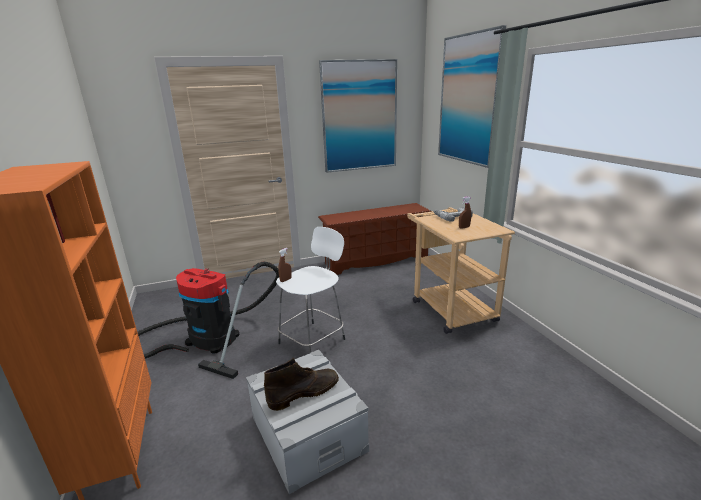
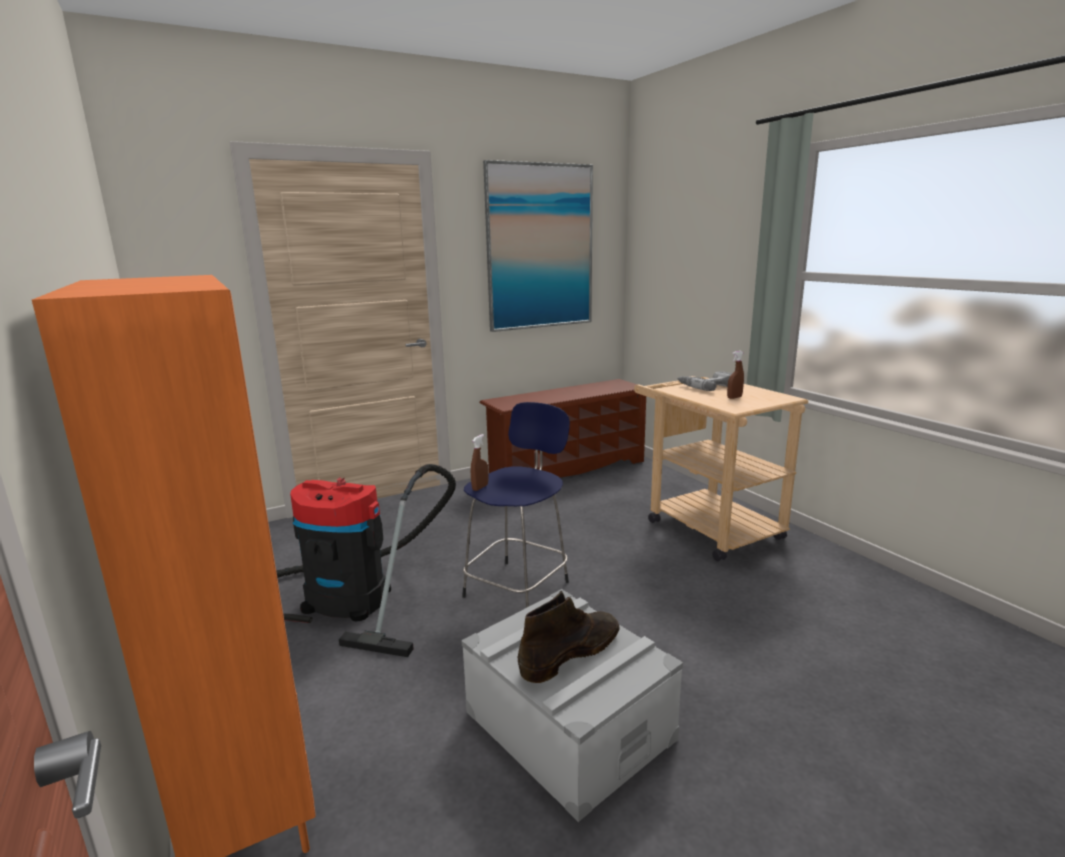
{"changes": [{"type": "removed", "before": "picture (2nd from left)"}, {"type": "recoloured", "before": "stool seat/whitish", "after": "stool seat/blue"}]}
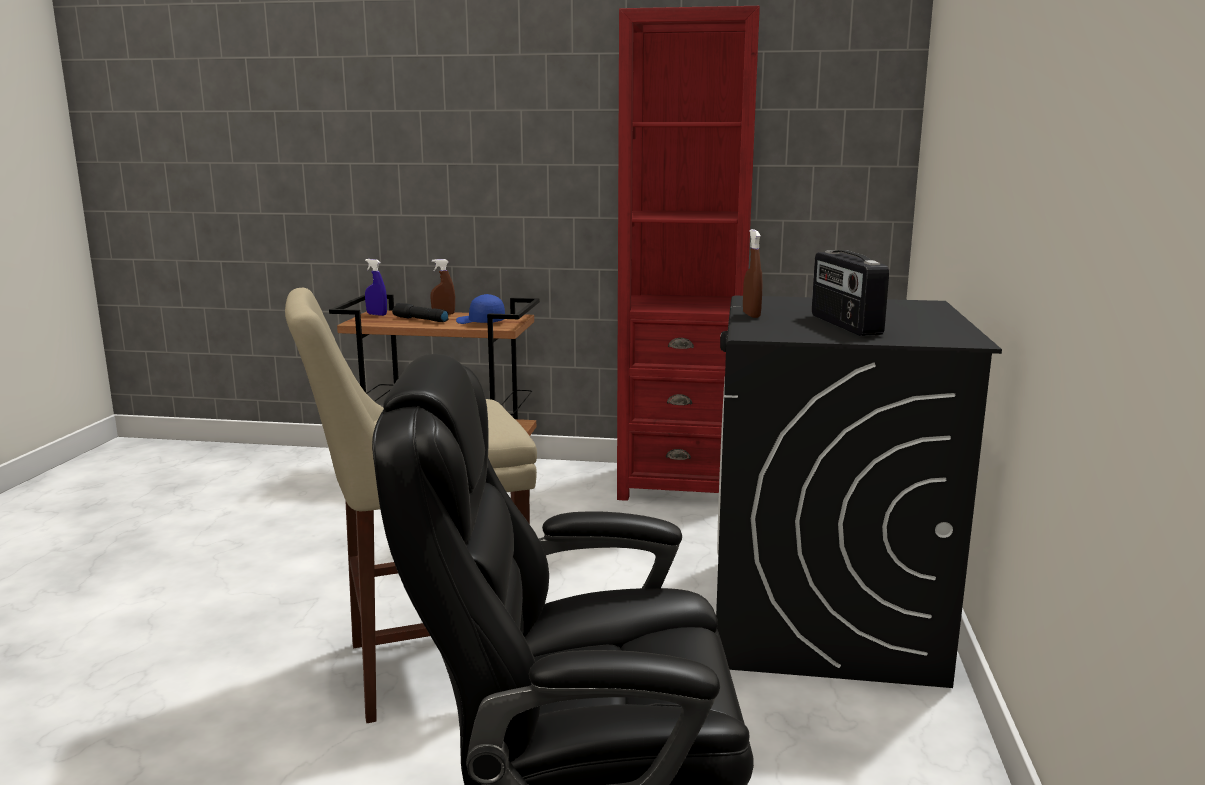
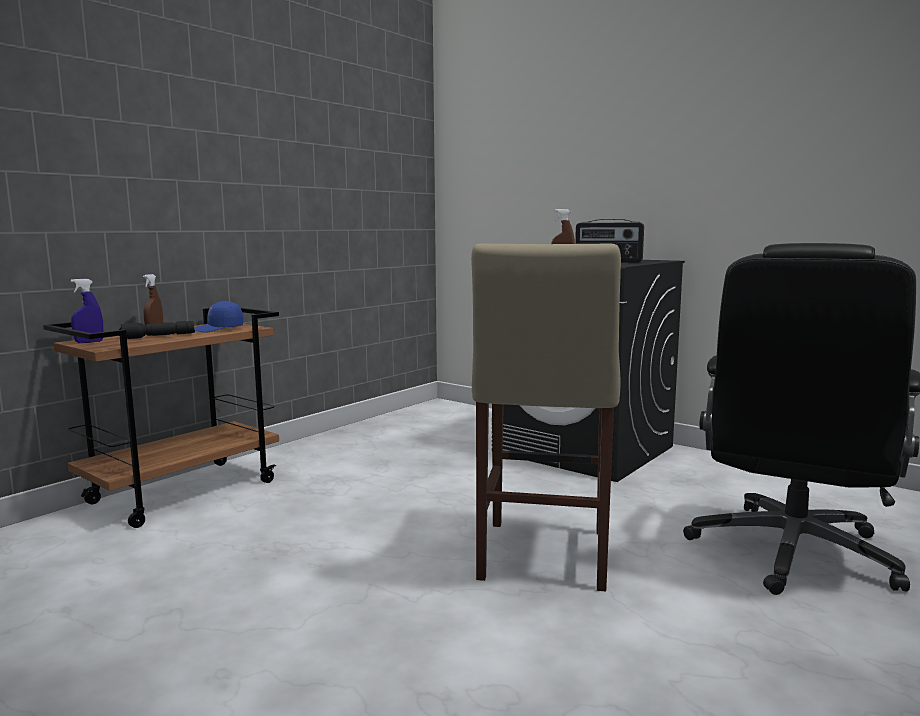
{"changes": [{"type": "removed", "before": "bookcase/red-coloured"}]}
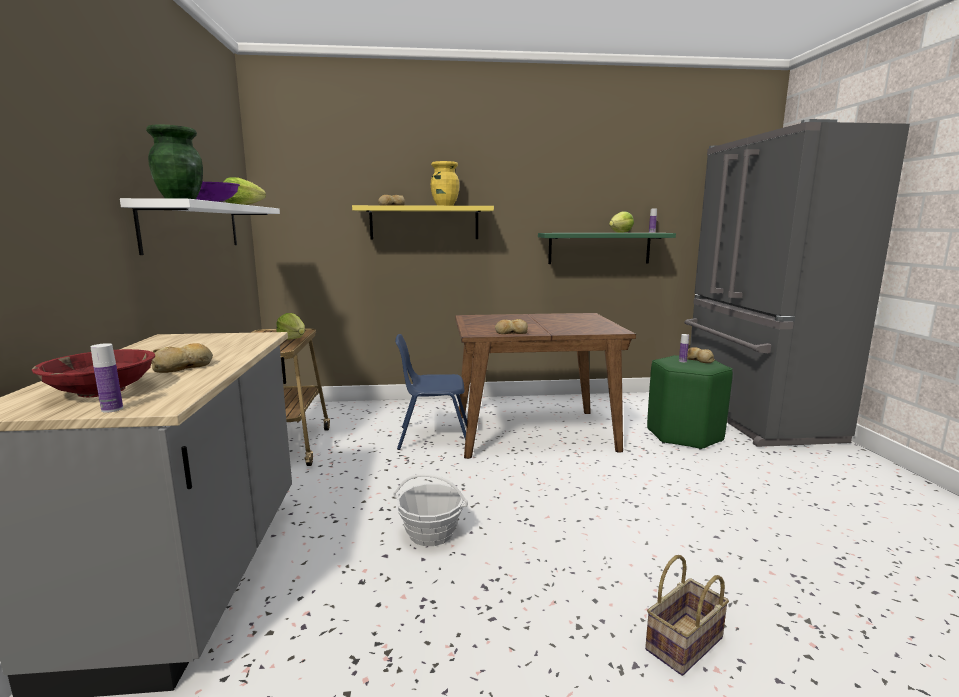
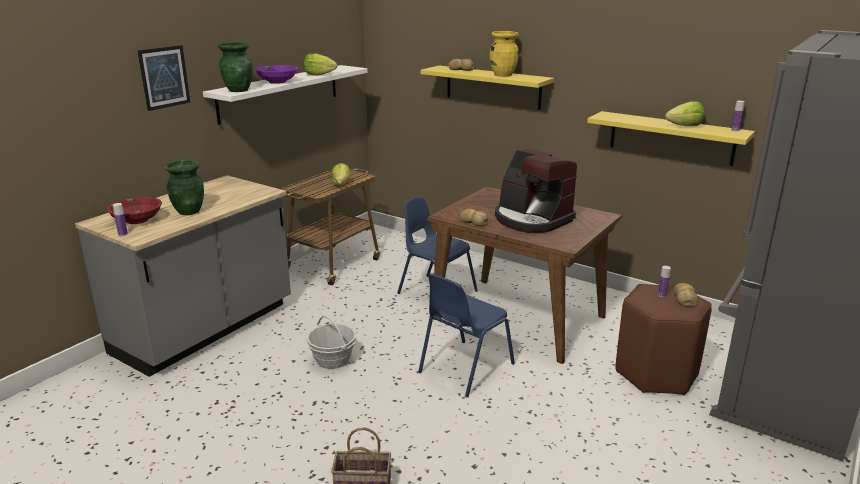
{"changes": [{"type": "recoloured", "before": "shelf/green", "after": "shelf/yellow (2nd from left)"}, {"type": "replaced", "before": "baked bread (1st from left)", "after": "decorative vase/green (1st from left)"}, {"type": "recoloured", "before": "stool seat/green", "after": "stool seat/brown"}, {"type": "added", "after": "picture"}, {"type": "added", "after": "coffee brewer"}, {"type": "added", "after": "upright chair/blue (2nd from left)"}]}
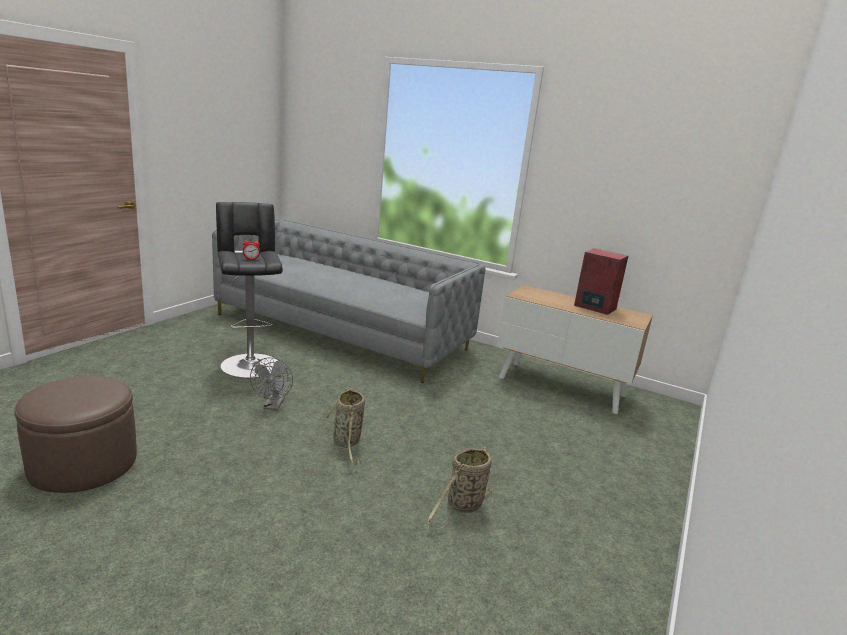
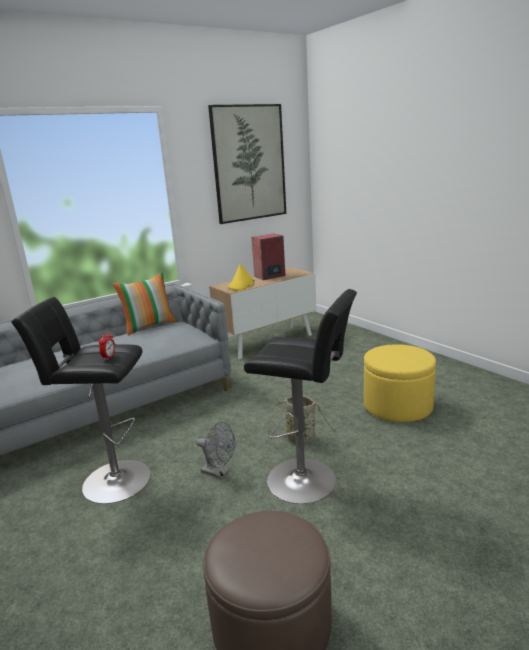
{"changes": [{"type": "replaced", "before": "storage basket (2nd from left)", "after": "ottoman/yellow"}, {"type": "added", "after": "picture"}, {"type": "added", "after": "hat/yellow"}, {"type": "added", "after": "cushion"}, {"type": "added", "after": "stool seat/black-coloured (2nd from left)"}]}
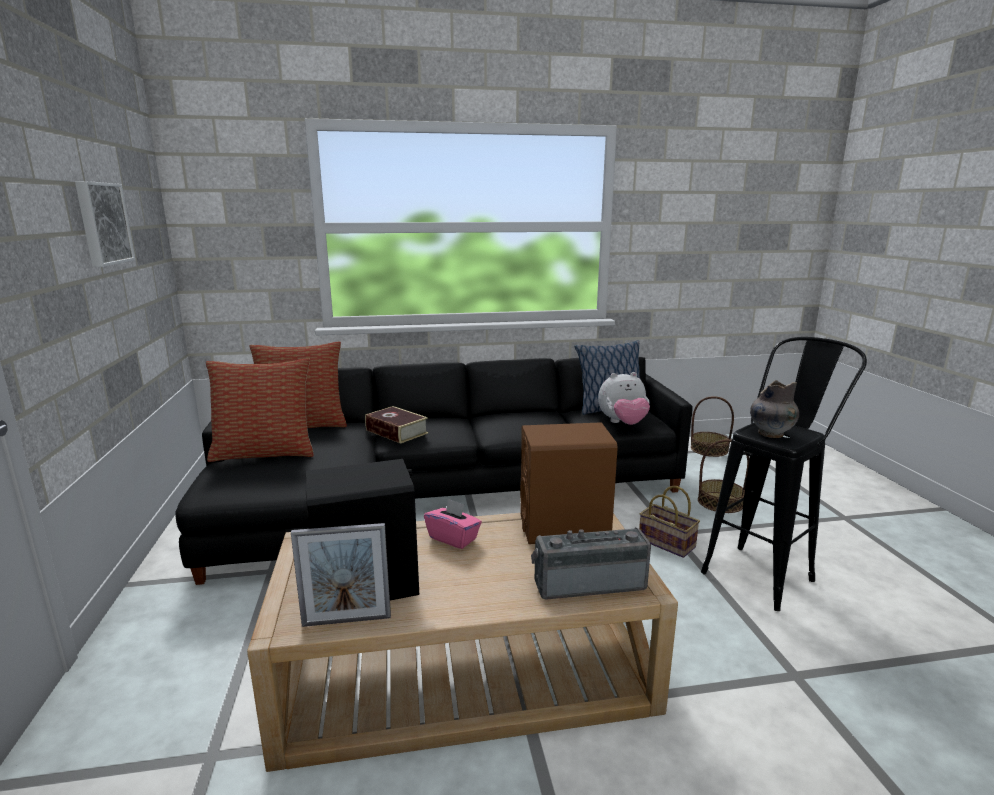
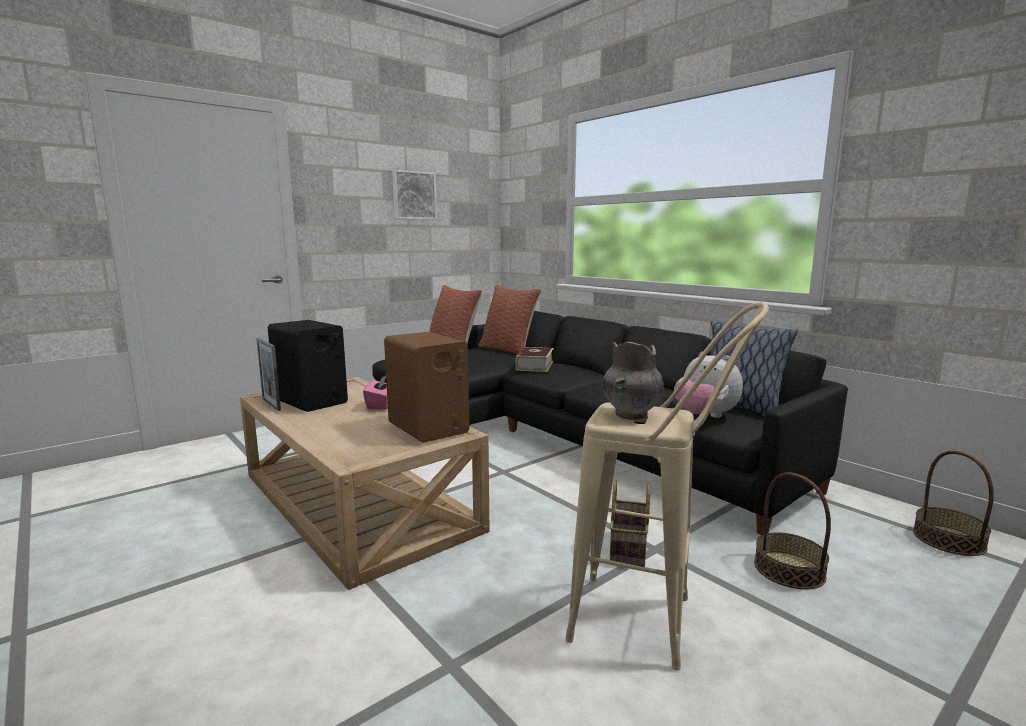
{"changes": [{"type": "recoloured", "before": "stool seat/black-coloured", "after": "stool seat/sand-coloured"}, {"type": "removed", "before": "radio set"}]}
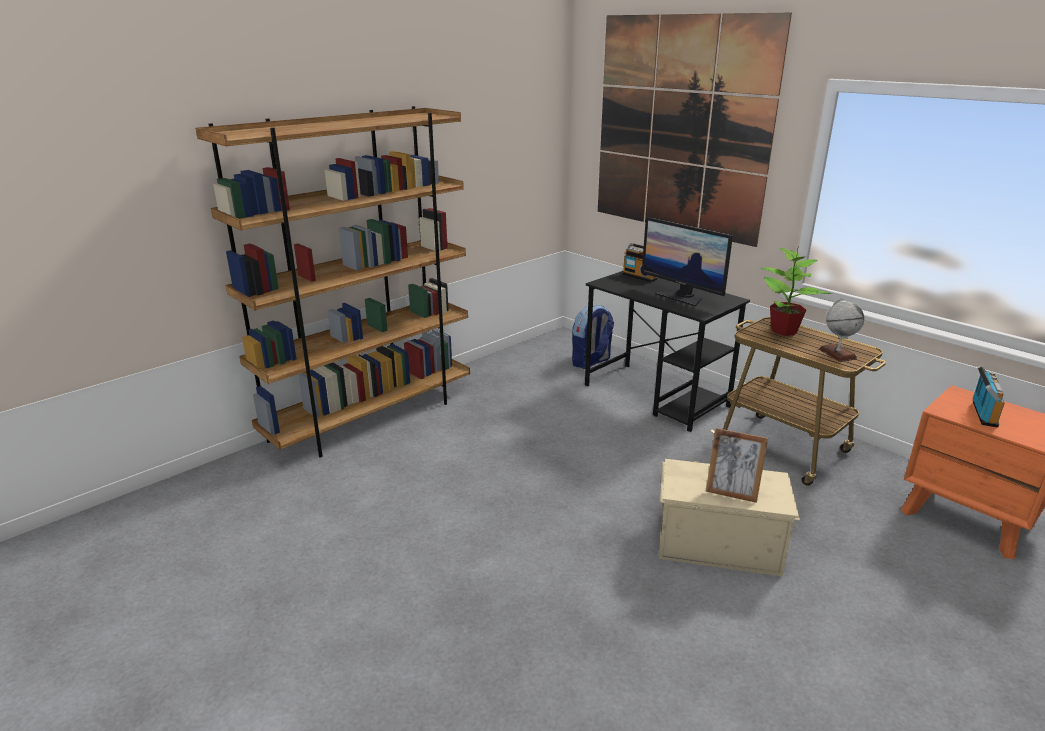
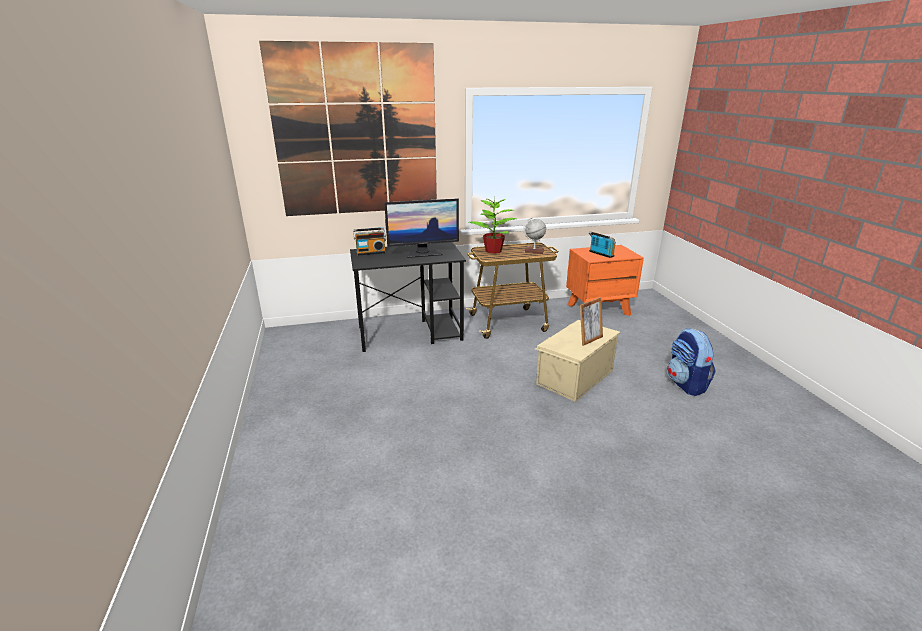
{"changes": [{"type": "removed", "before": "bookcase/brown"}, {"type": "moved", "before": "rucksack"}]}
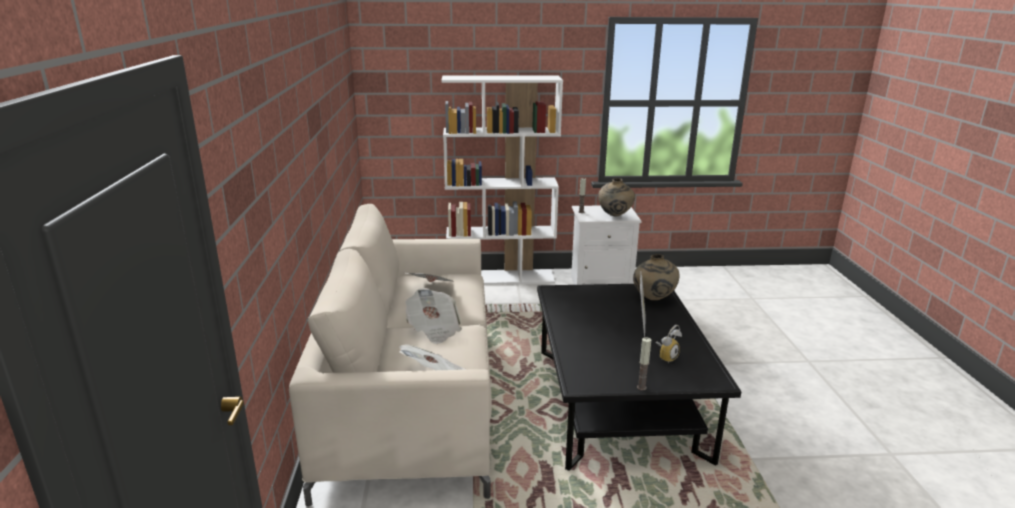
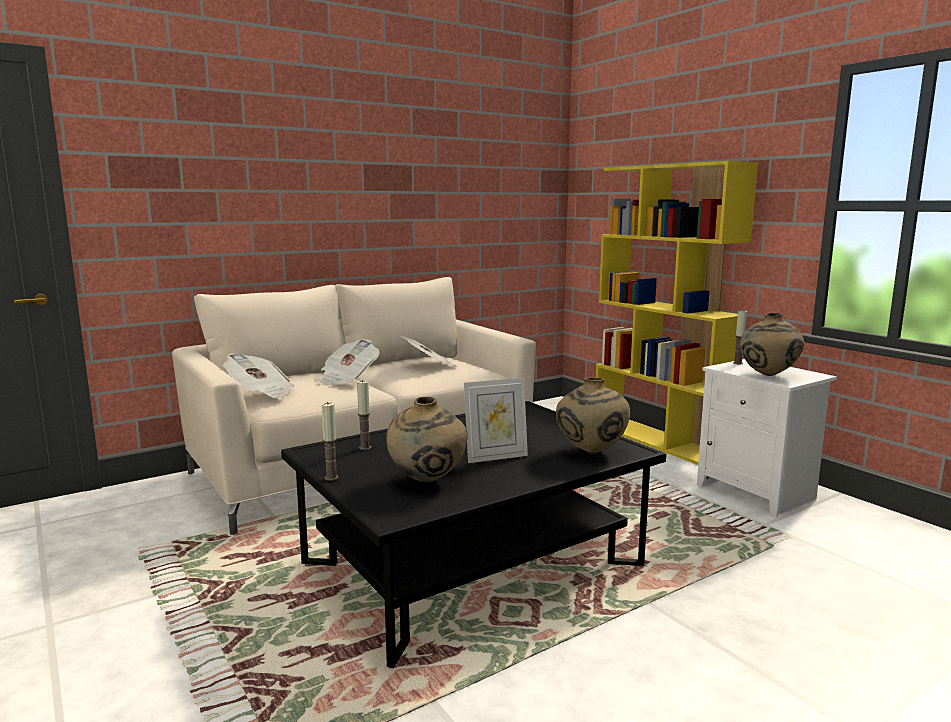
{"changes": [{"type": "recoloured", "before": "bookcase/whitish", "after": "bookcase/yellow"}, {"type": "replaced", "before": "bedside clock", "after": "decorative vase/sand-coloured (1st from left)"}, {"type": "added", "after": "wax candle (2nd from left)"}]}
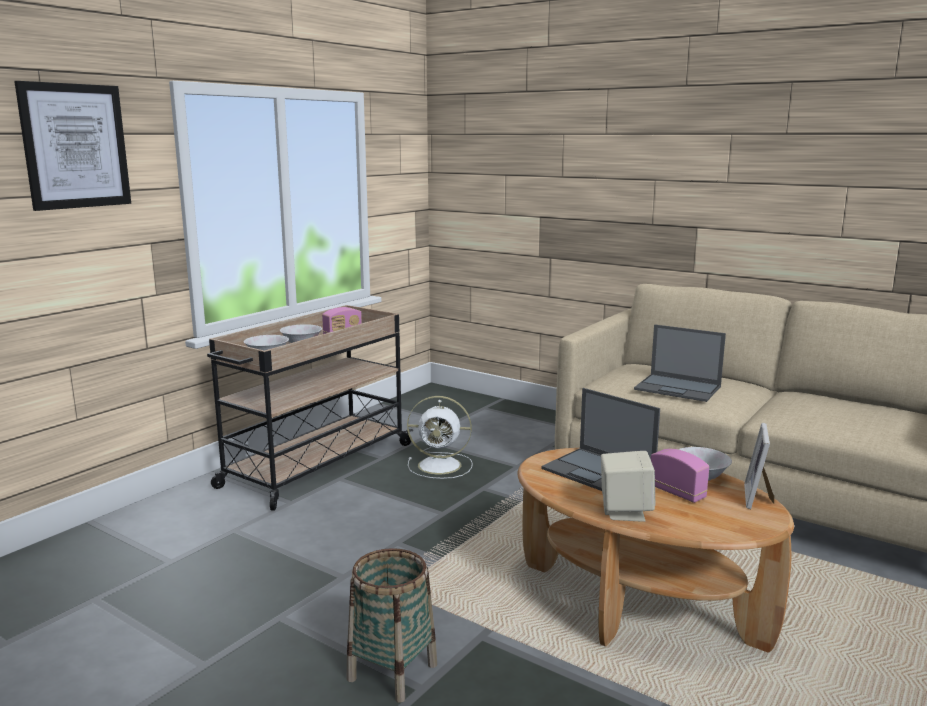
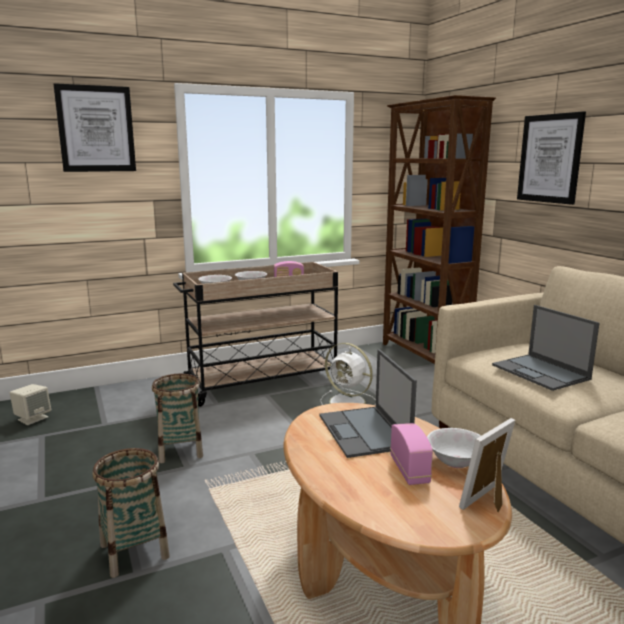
{"changes": [{"type": "moved", "before": "audio speaker/sand-coloured"}, {"type": "added", "after": "bookcase/brown"}, {"type": "added", "after": "picture (2nd from left)"}, {"type": "added", "after": "storage basket (2nd from left)"}]}
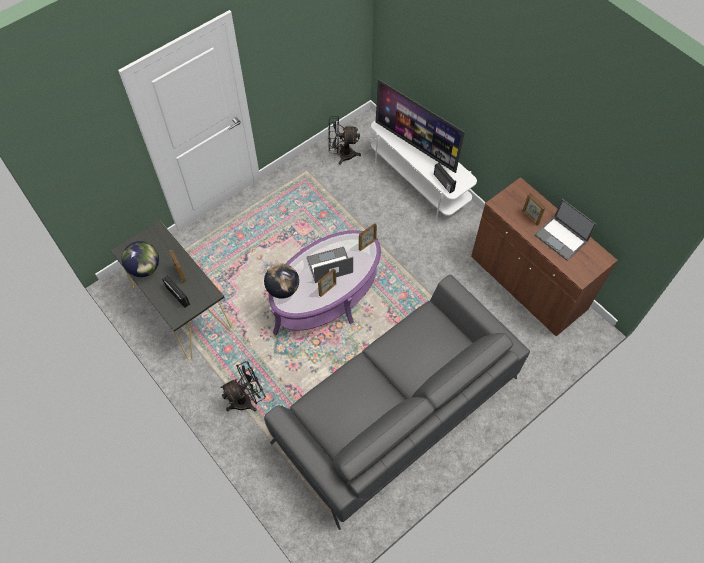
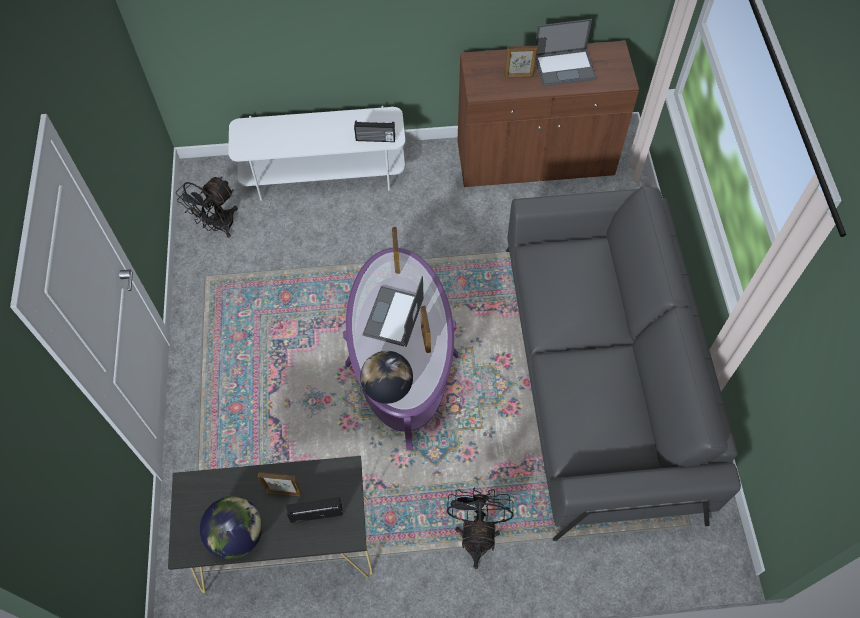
{"changes": [{"type": "removed", "before": "TV"}]}
